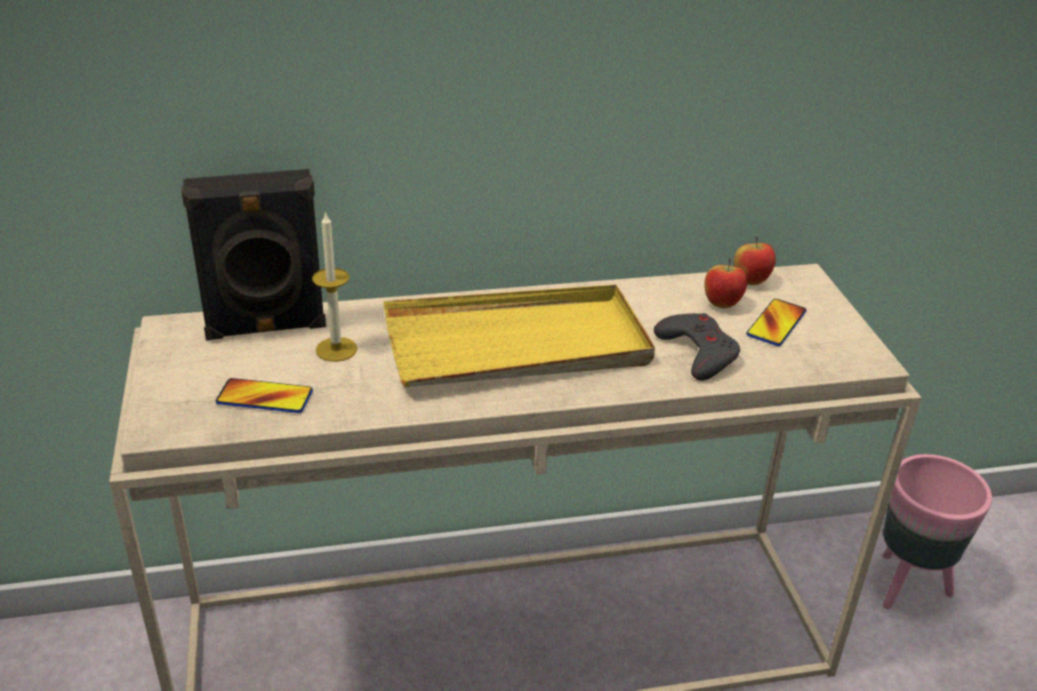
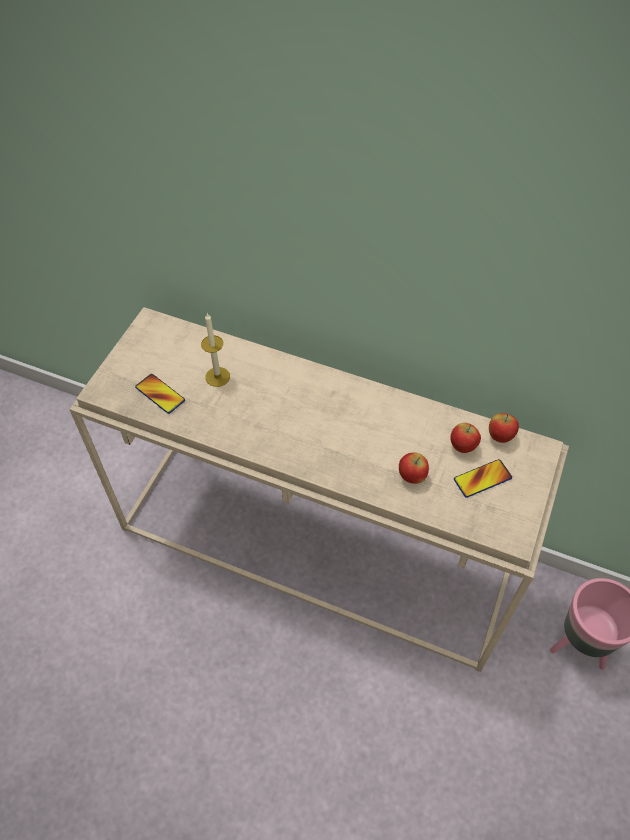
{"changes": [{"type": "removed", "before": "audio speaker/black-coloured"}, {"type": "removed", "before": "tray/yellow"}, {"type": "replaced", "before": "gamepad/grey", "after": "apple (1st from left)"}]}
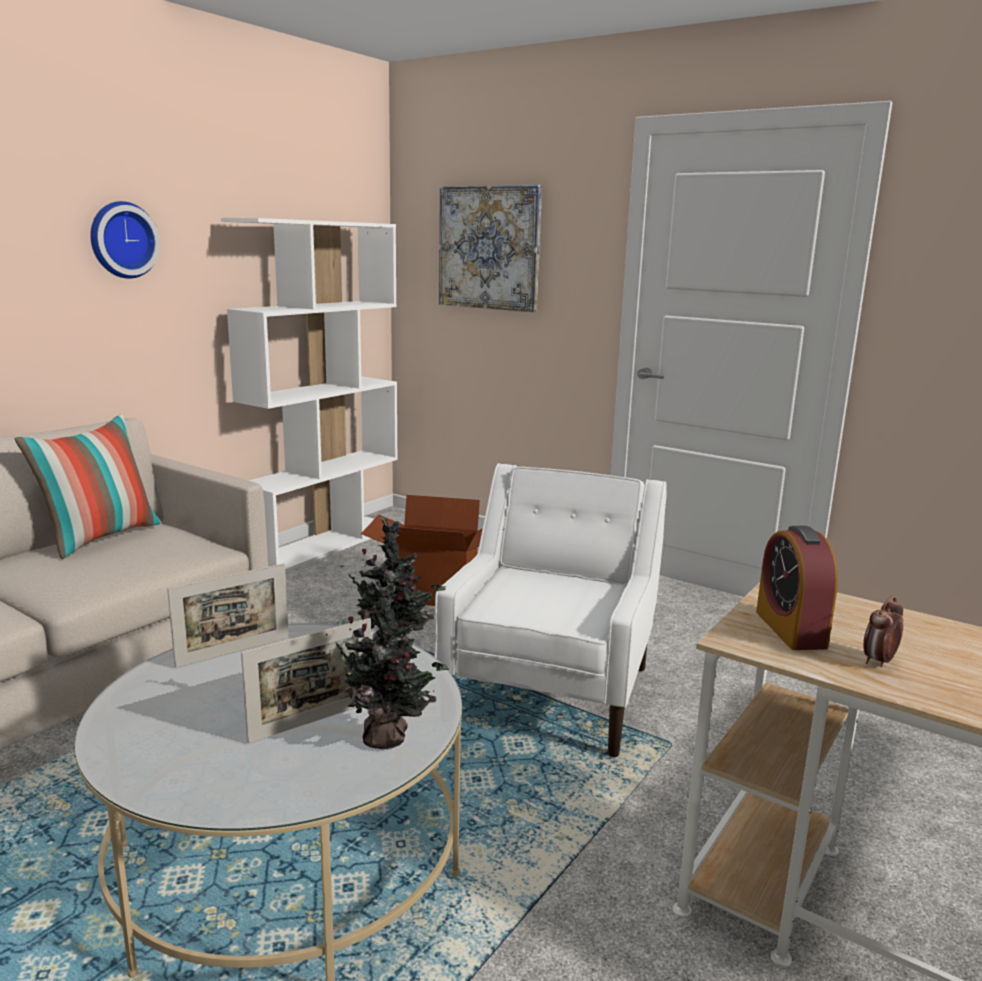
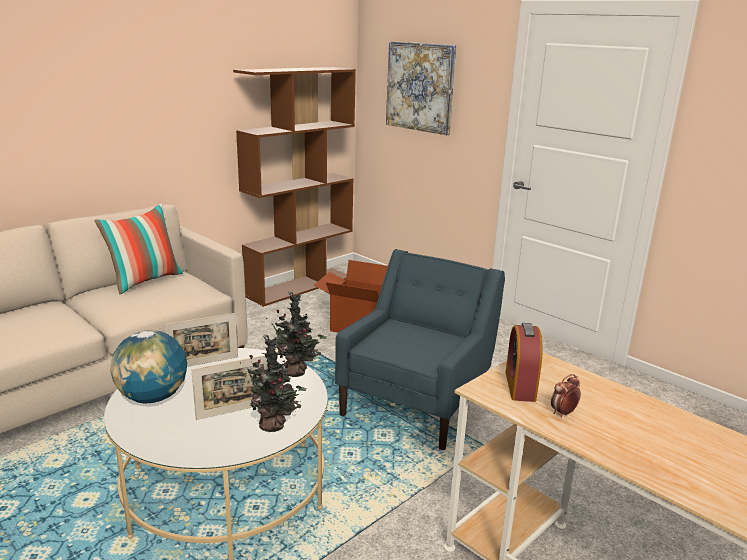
{"changes": [{"type": "removed", "before": "hanging clock"}, {"type": "recoloured", "before": "bookcase/whitish", "after": "bookcase/brown"}, {"type": "recoloured", "before": "lounge chair/whitish", "after": "lounge chair/blue"}, {"type": "added", "after": "globe"}]}
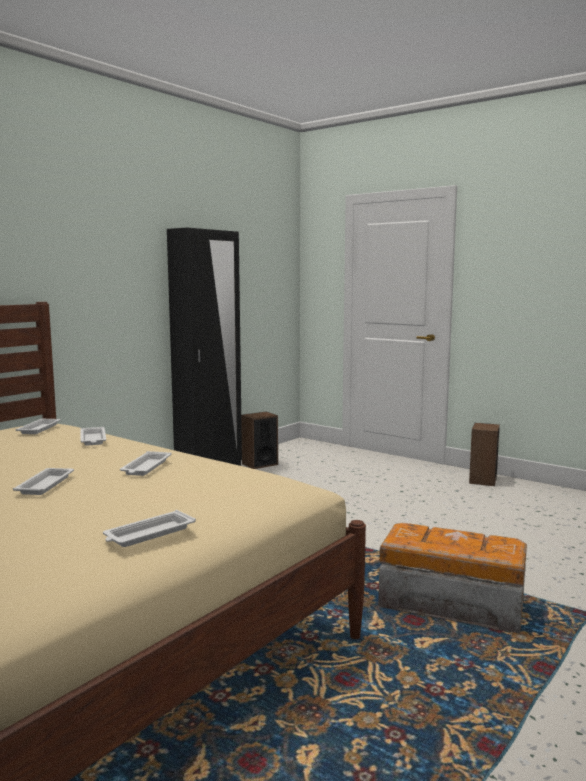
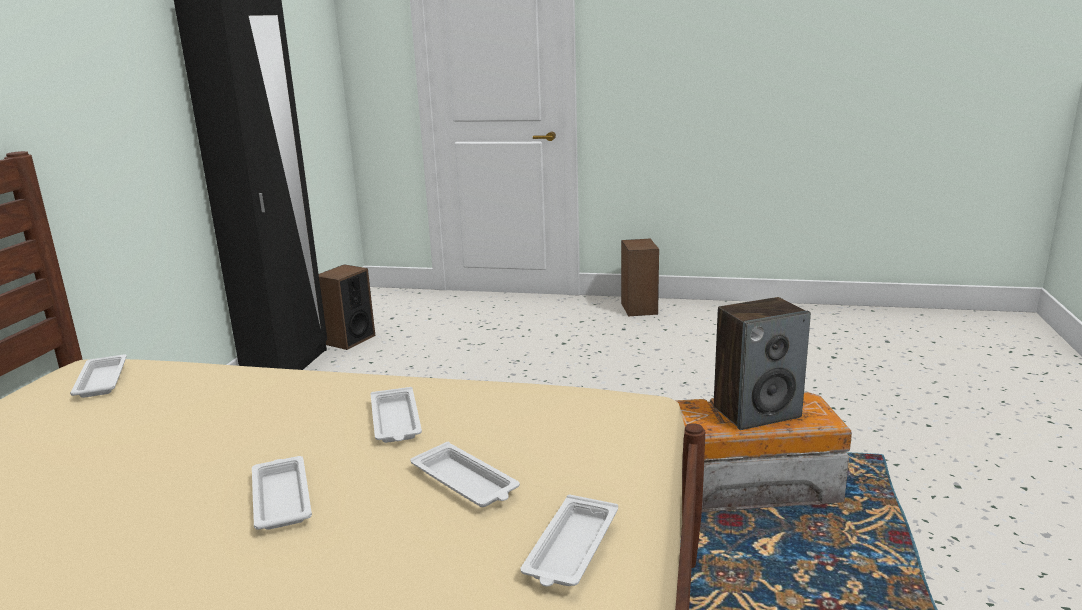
{"changes": [{"type": "moved", "before": "tray/whitish (3rd from left in the first image)", "after": "tray/whitish (4th from left)"}, {"type": "added", "after": "audio speaker (3rd from left)"}]}
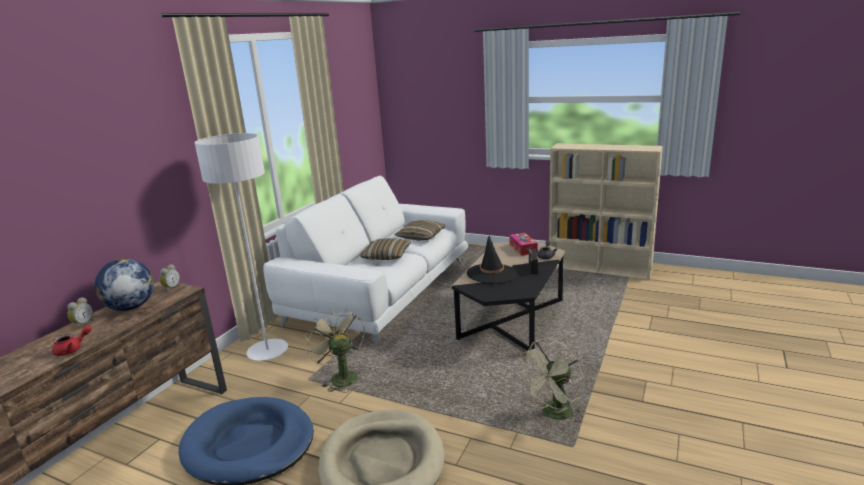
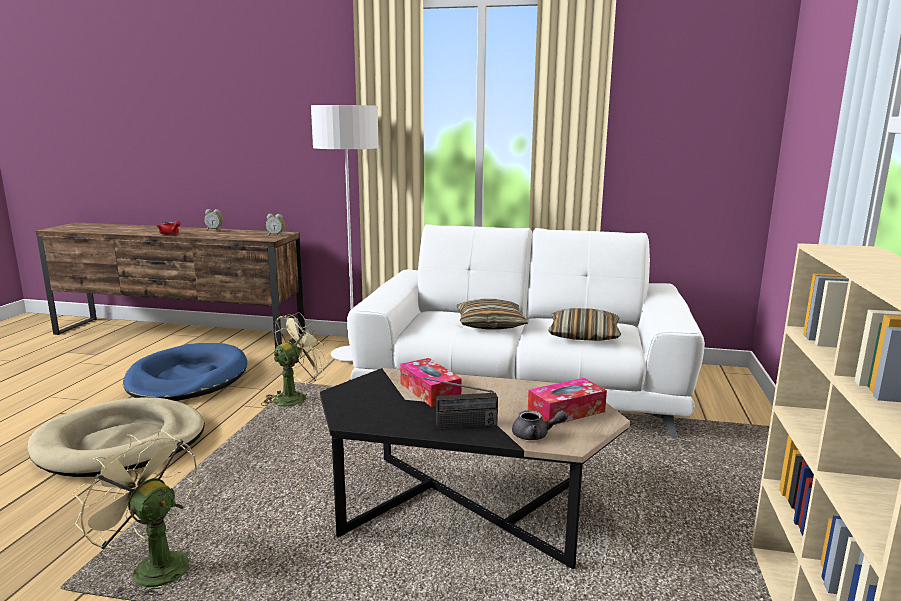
{"changes": [{"type": "replaced", "before": "hat/black-coloured", "after": "tissue holder (1st from left)"}, {"type": "removed", "before": "globe"}]}
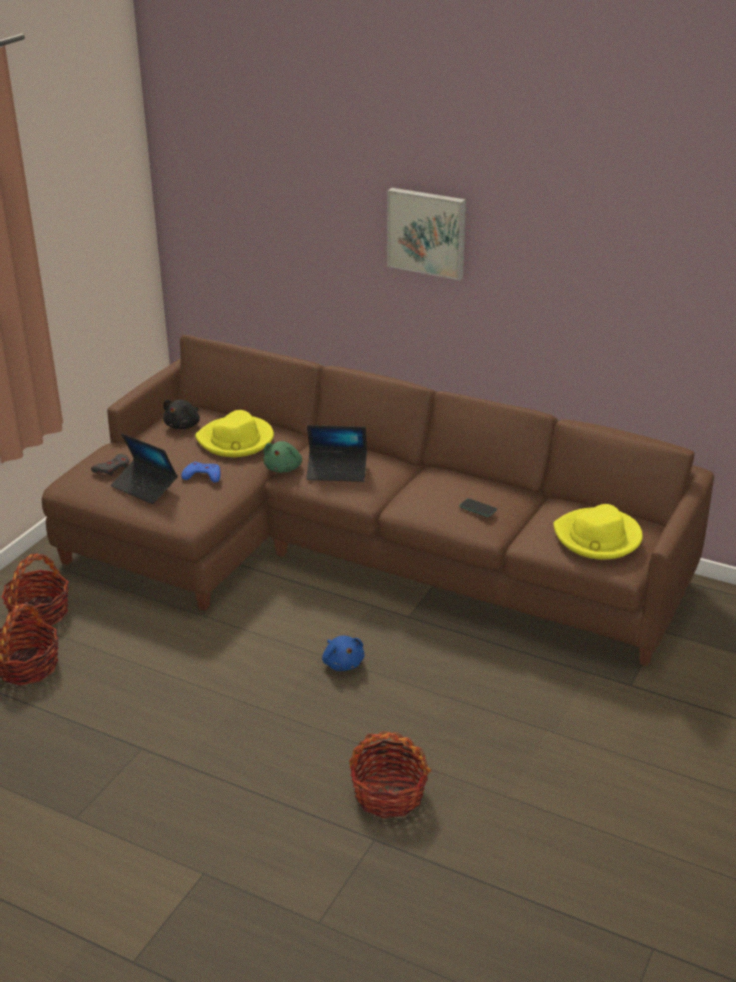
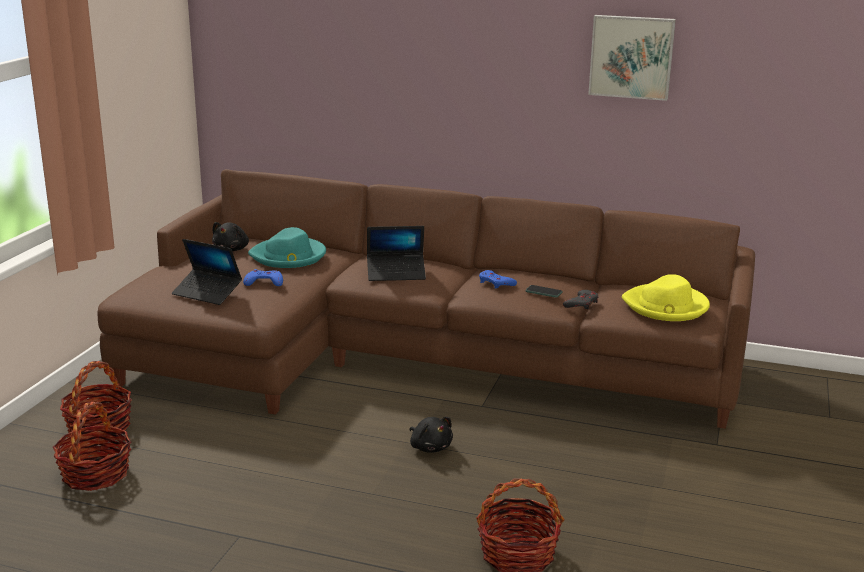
{"changes": [{"type": "moved", "before": "picture"}, {"type": "recoloured", "before": "hat/yellow (1st from left)", "after": "hat/turquoise-coloured"}, {"type": "removed", "before": "plush toy/green"}, {"type": "moved", "before": "gamepad/grey"}, {"type": "recoloured", "before": "plush toy/blue", "after": "plush toy/black-coloured (2nd from left)"}, {"type": "added", "after": "gamepad/blue (2nd from left)"}]}
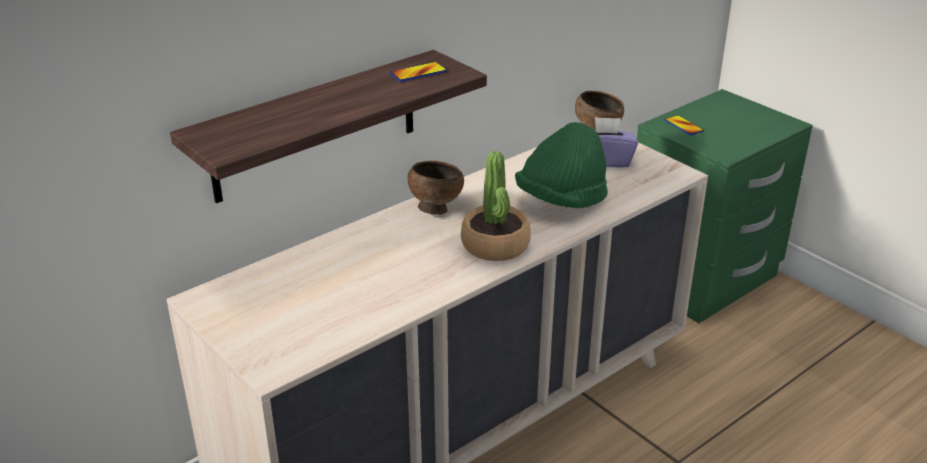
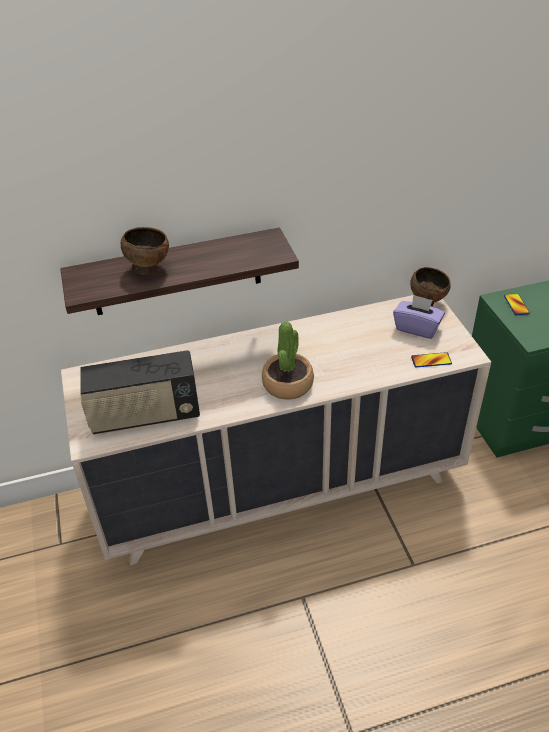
{"changes": [{"type": "moved", "before": "phone (1st from left)"}, {"type": "removed", "before": "hat/green"}, {"type": "moved", "before": "deep dish/brown (1st from left)"}, {"type": "added", "after": "radio set"}]}
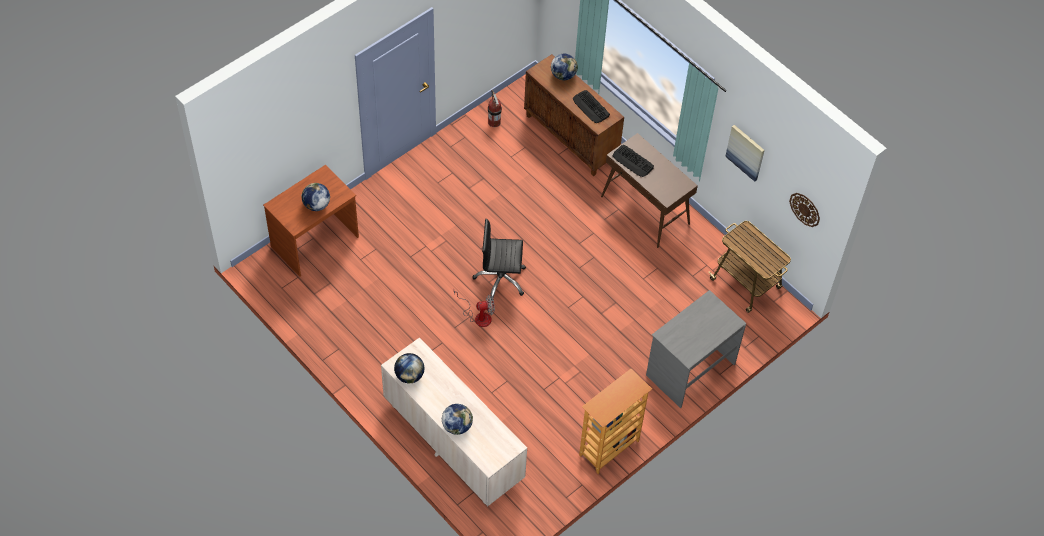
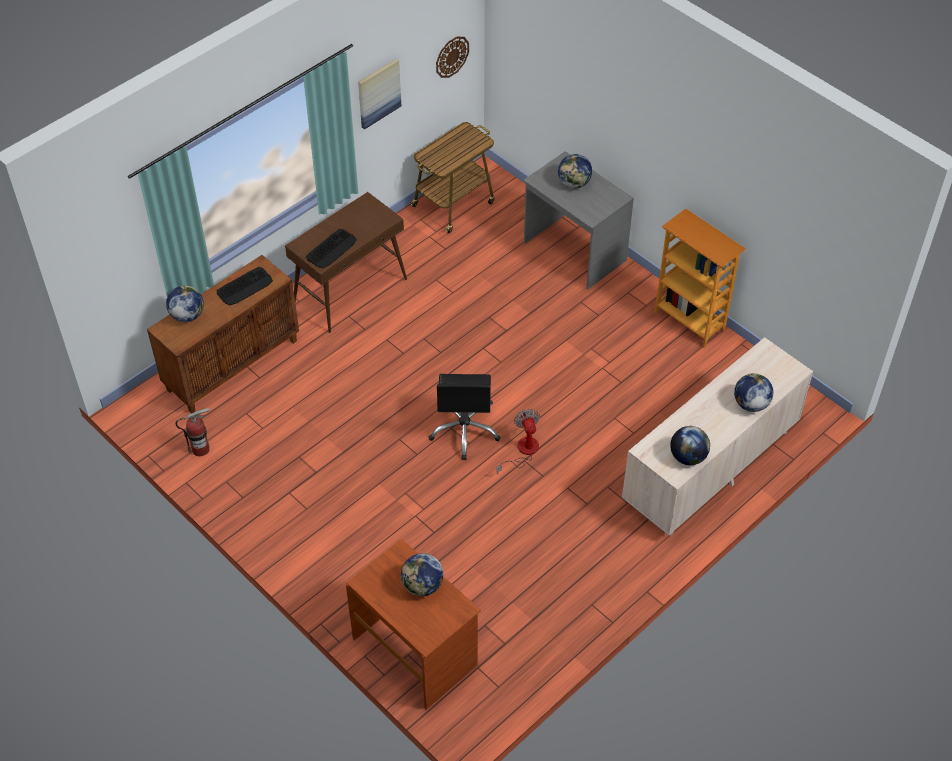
{"changes": [{"type": "added", "after": "globe (3rd from left)"}]}
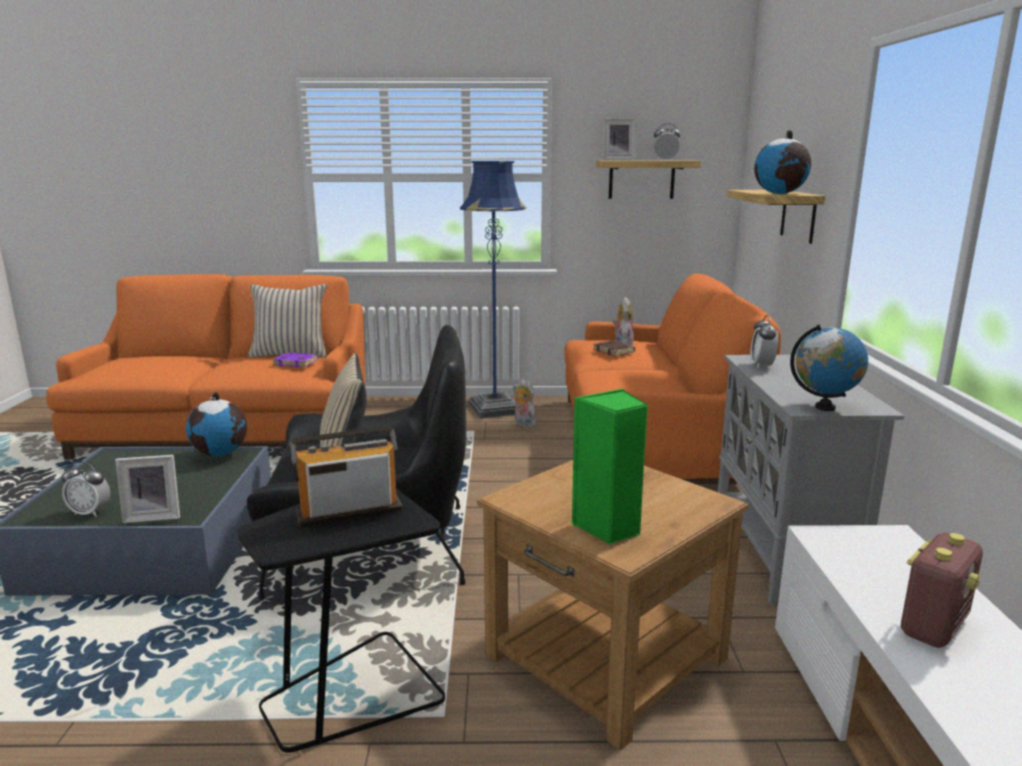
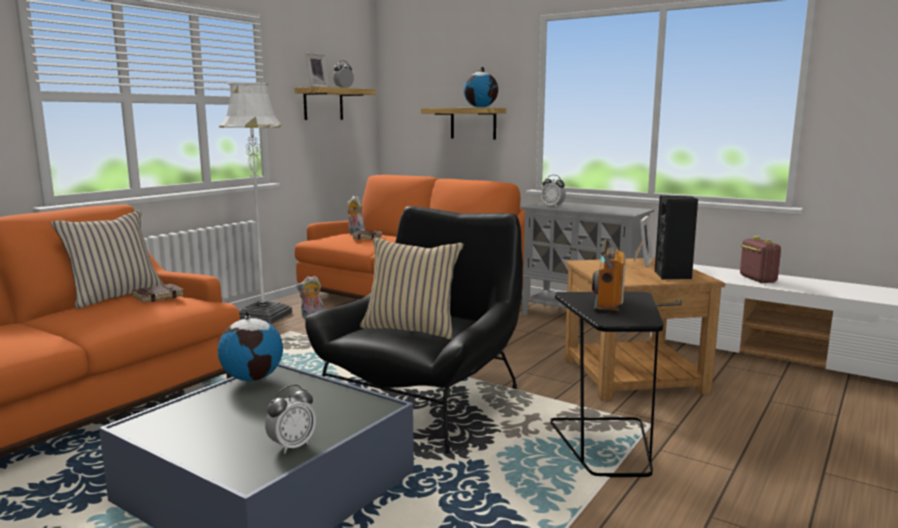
{"changes": [{"type": "recoloured", "before": "standing lamp/blue", "after": "standing lamp/whitish"}, {"type": "removed", "before": "globe (3rd from left)"}, {"type": "recoloured", "before": "volume/purple", "after": "volume/brown (1st from left)"}, {"type": "recoloured", "before": "audio speaker/green", "after": "audio speaker/black-coloured"}, {"type": "moved", "before": "standing frame (1st from left in the first image)", "after": "standing frame (2nd from left)"}]}
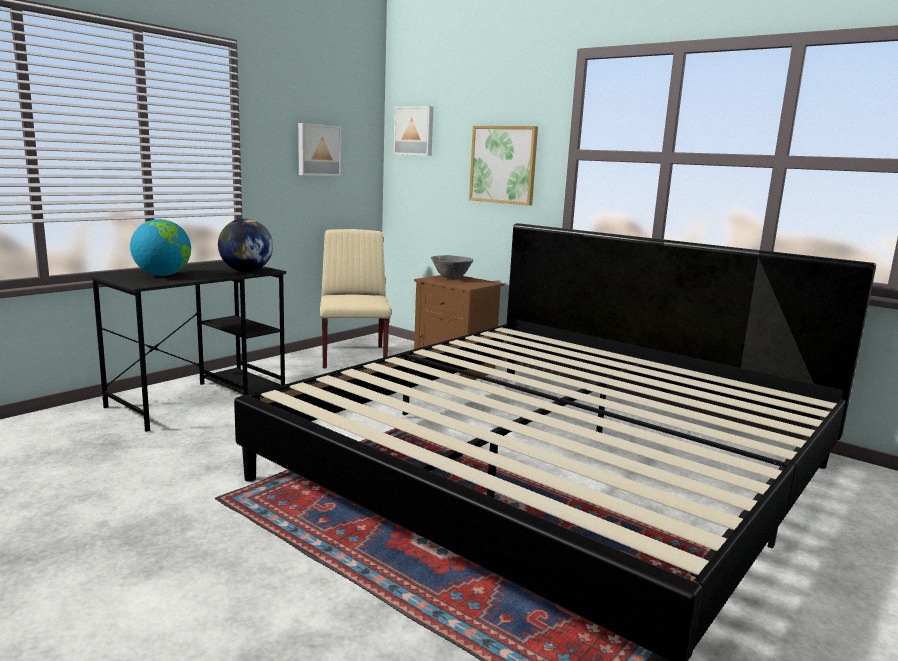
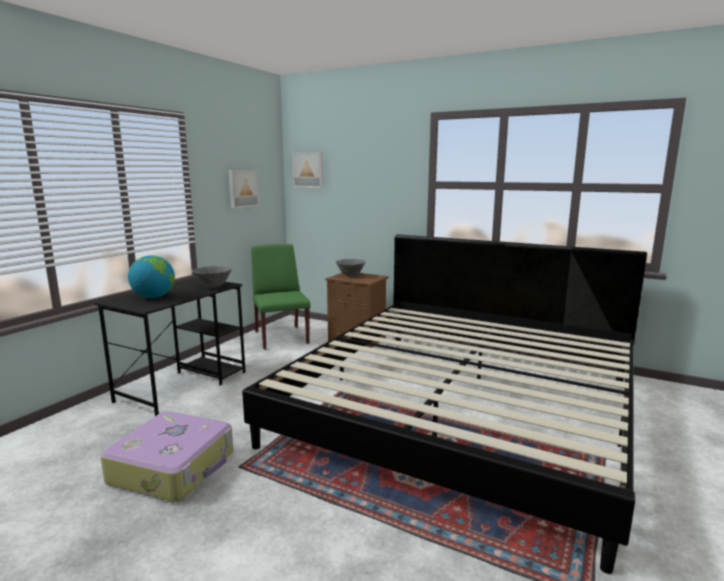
{"changes": [{"type": "removed", "before": "picture (3rd from left)"}, {"type": "replaced", "before": "globe (2nd from left)", "after": "deep dish/grey (1st from left)"}, {"type": "recoloured", "before": "upright chair/sand-coloured", "after": "upright chair/green"}, {"type": "added", "after": "travel case"}]}
